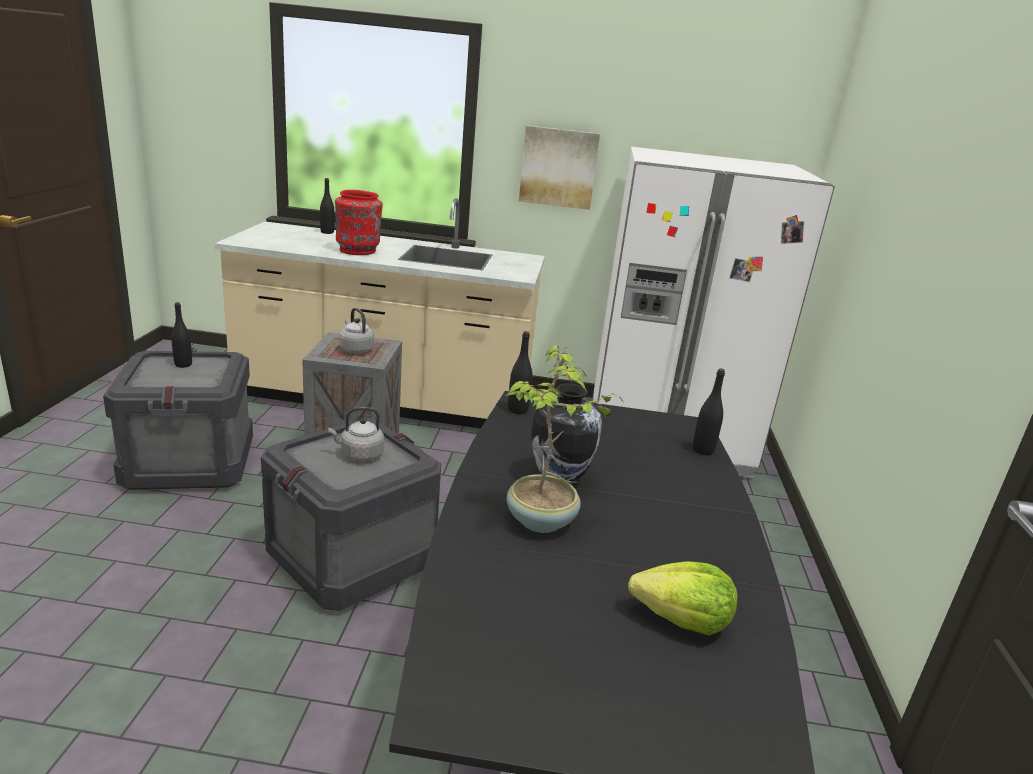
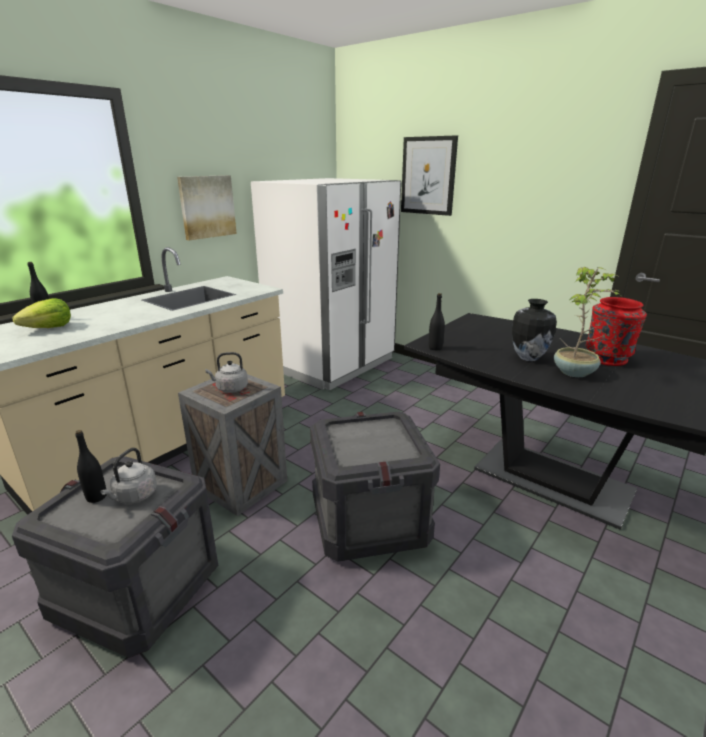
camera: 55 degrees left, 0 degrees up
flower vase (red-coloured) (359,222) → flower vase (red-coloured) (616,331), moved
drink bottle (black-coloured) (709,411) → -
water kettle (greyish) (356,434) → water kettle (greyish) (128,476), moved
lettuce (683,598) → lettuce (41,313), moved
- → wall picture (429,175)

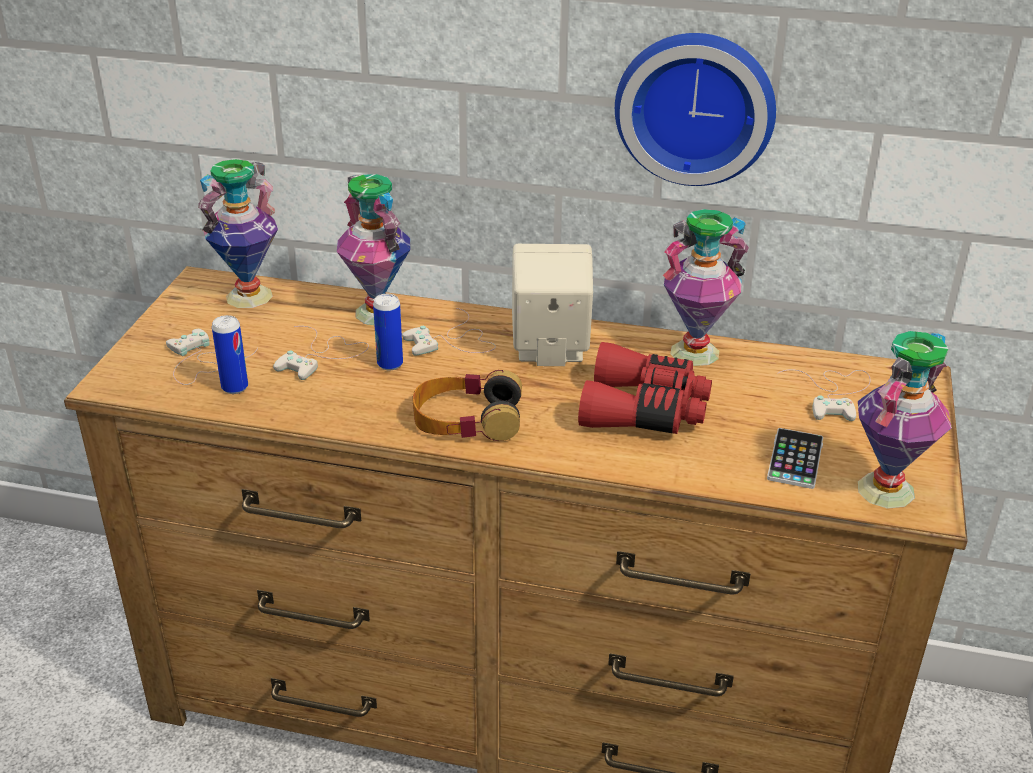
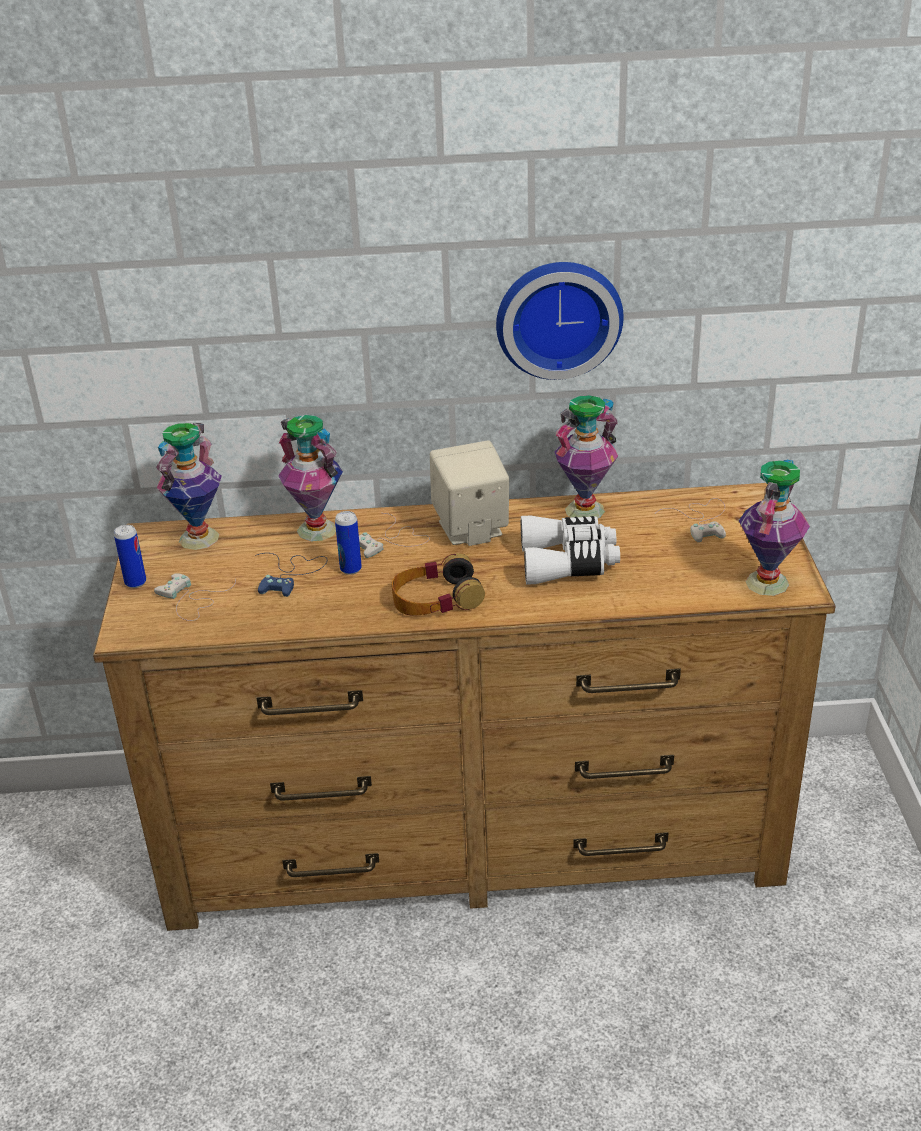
camera: 15 degrees left, 0 degrees up
sealed can (230,354) → sealed can (130,556), moved
joypad (white-coloured) (321,353) → joypad (blue-coloured) (291,575)
pair of binoculars (red-coloured) (645,388) → pair of binoculars (white-coloured) (570,550)
telephone (795,458) → -

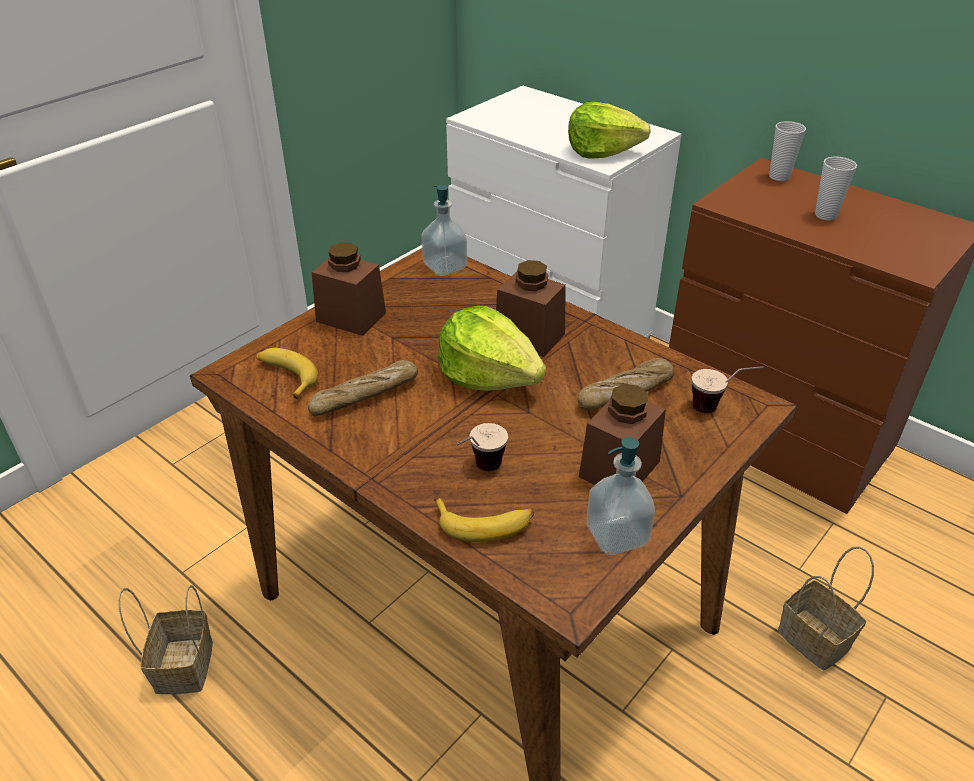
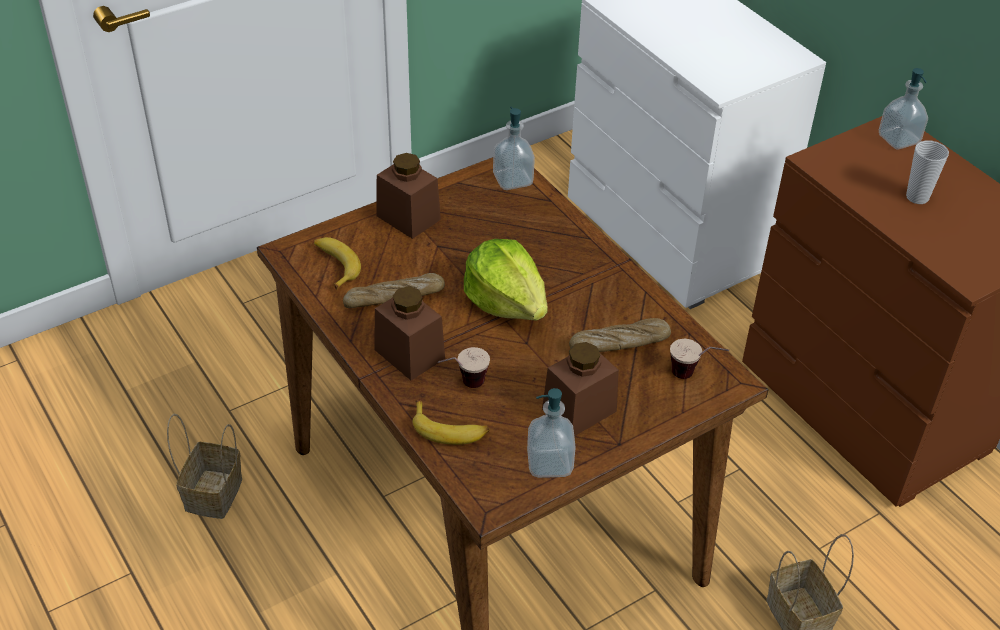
camera: 15 degrees right, 5 degrees up
lettuce (609,130) → -
drinking cup (787,151) → soap dispenser (903,109)
preserve jar (brown-coloured) (531,308) → preserve jar (brown-coloured) (410,333), moved

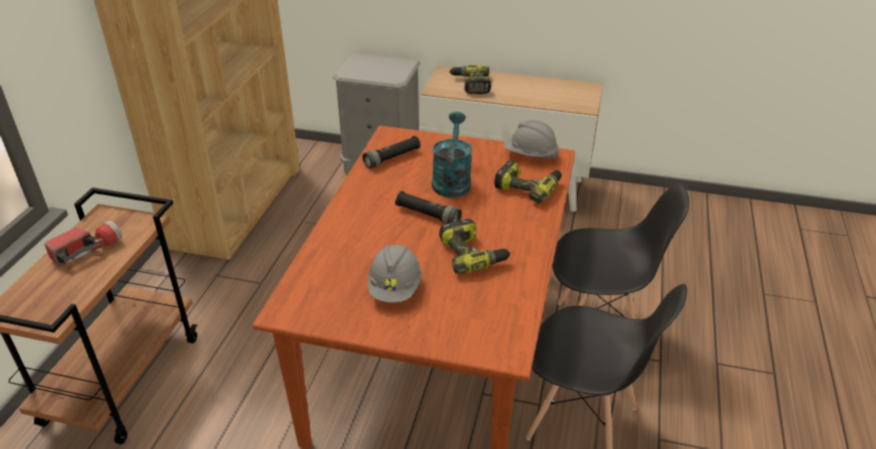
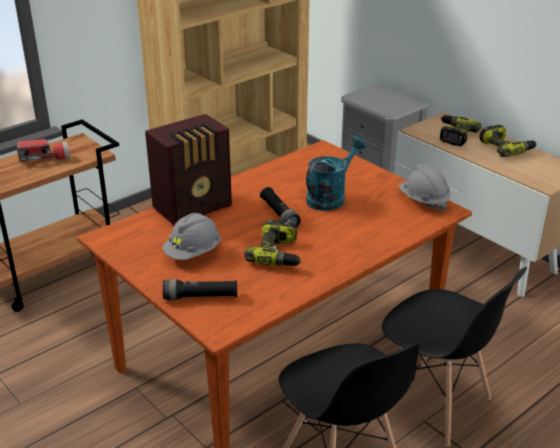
camera: 35 degrees right, 5 degrees down
flashlight (black-coloured) (391,152) → flashlight (black-coloured) (200,289), moved
electric drill (528,182) → electric drill (508,141), moved
- → radio receiver (188,170)

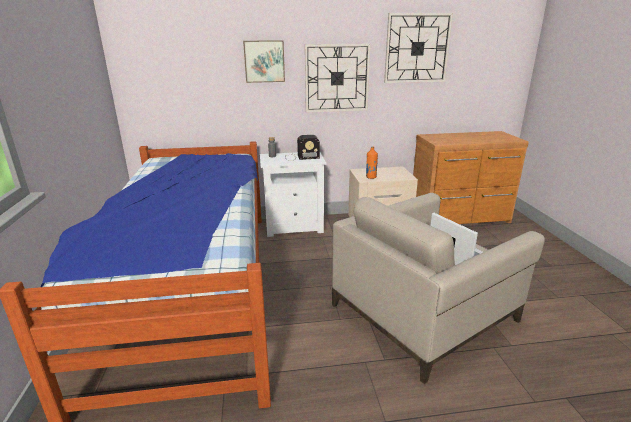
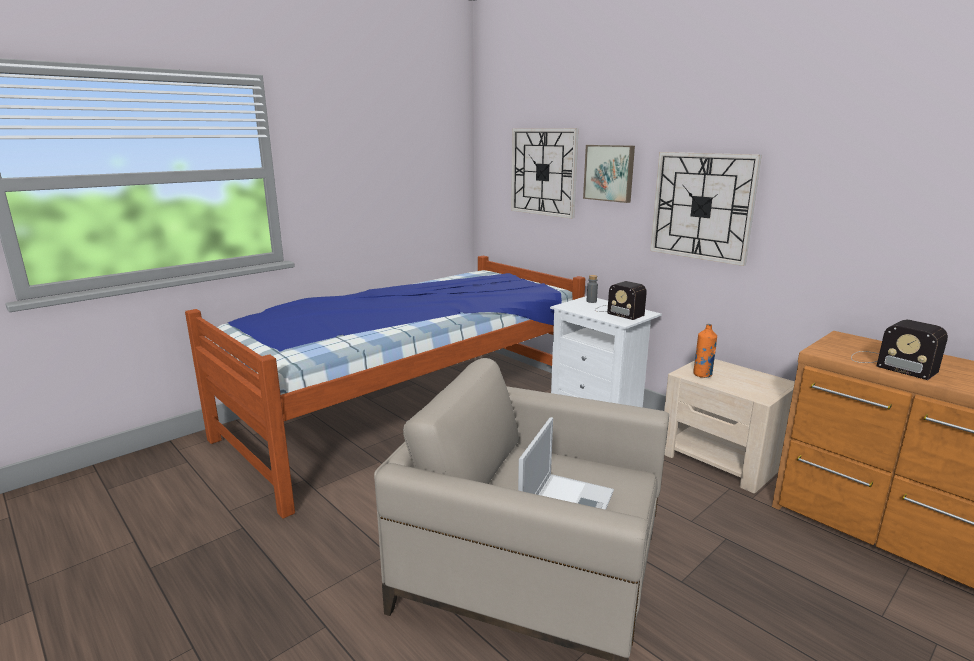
camera: 55 degrees right, 5 degrees down
hanging clock (418,48) → hanging clock (545,173), moved
- → radio receiver (899,350)

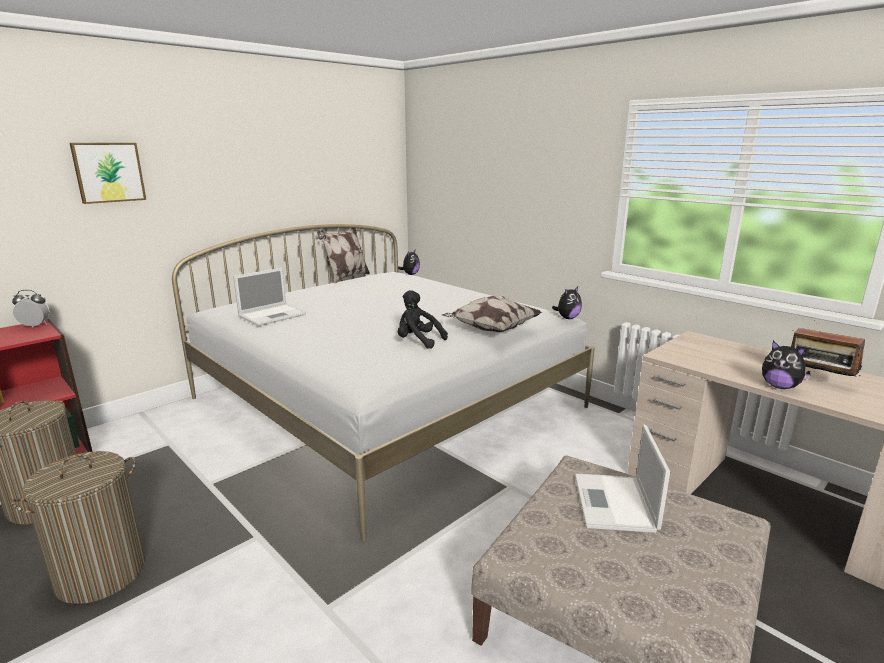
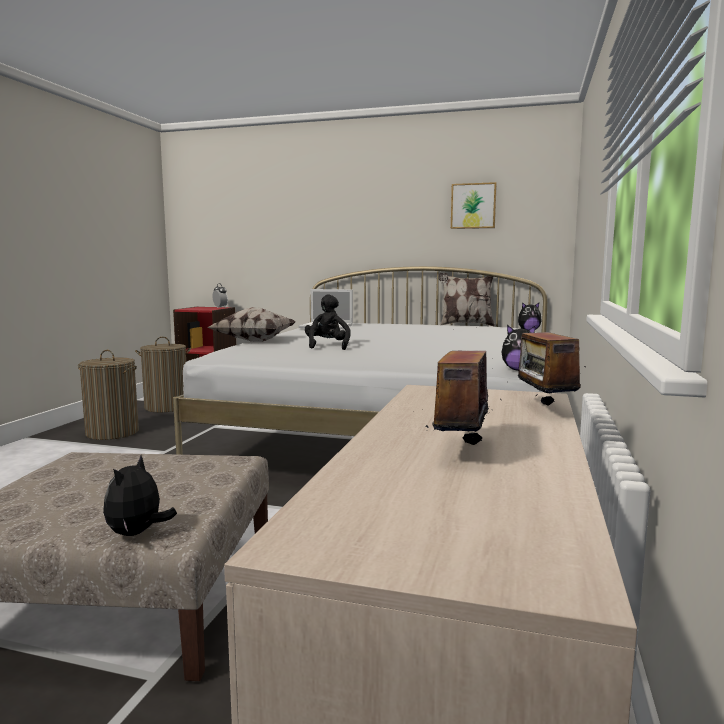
camera: 60 degrees right, 10 degrees down
wall picture (108,173) → wall picture (474,205), moved
throw pillow (492,314) → throw pillow (251,324), moved
plush toy (786,365) → plush toy (140,495), moved
laptop (622,478) → -
- → radio receiver (552,358)

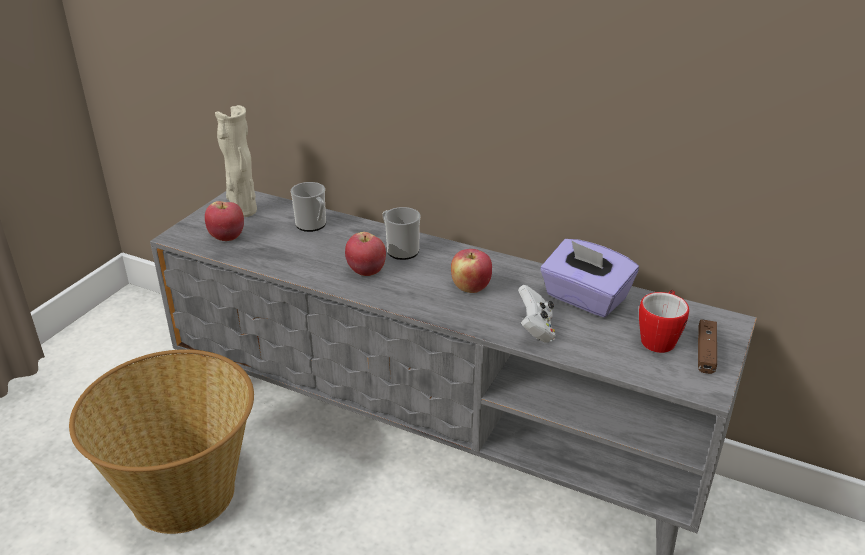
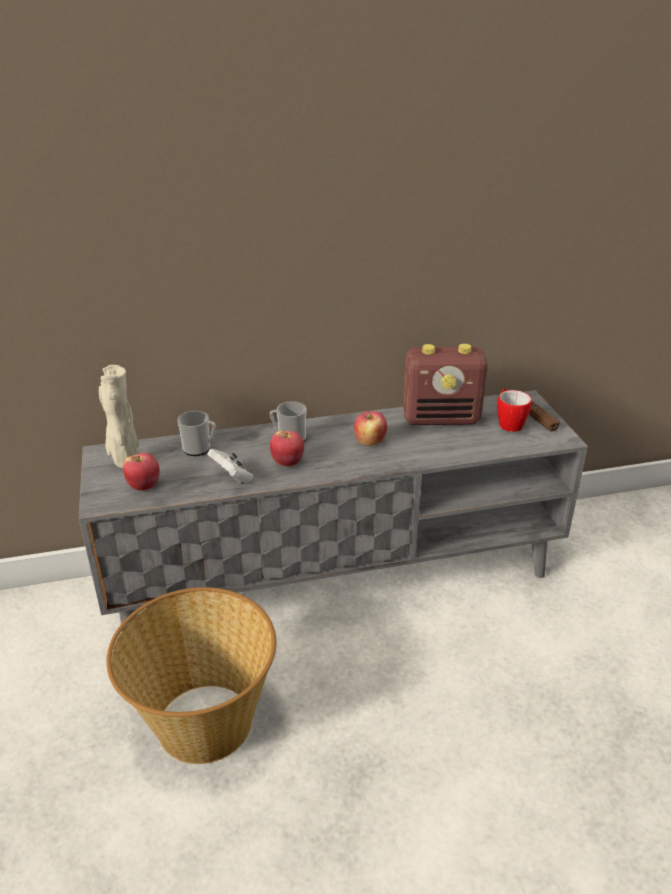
camera: 40 degrees left, 0 degrees up
tissue holder (purple-coloured) (589,278) → radio receiver (445,384)
joypad (white-coloured) (537,314) → joypad (white-coloured) (230,466), moved

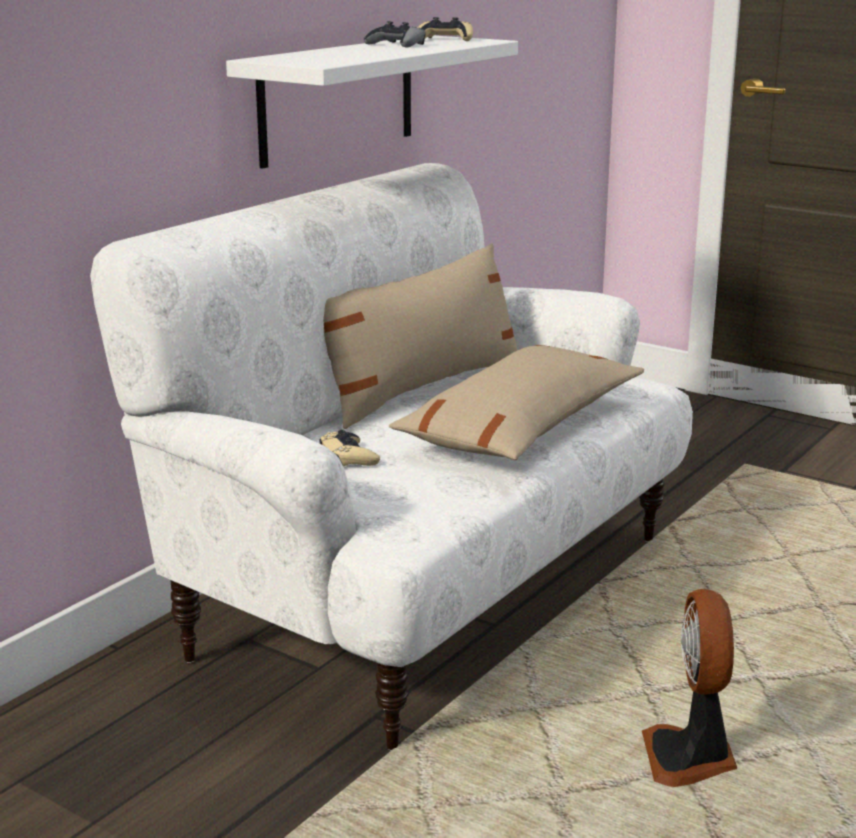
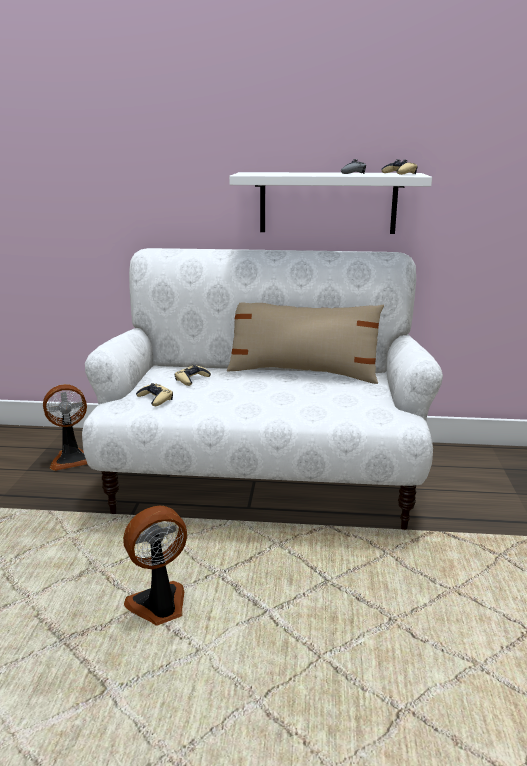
camera: 60 degrees right, 0 degrees up
throw pillow (beige) (516,402) → -
- → joypad (beige) (154,394)
- → electric fan (65,427)

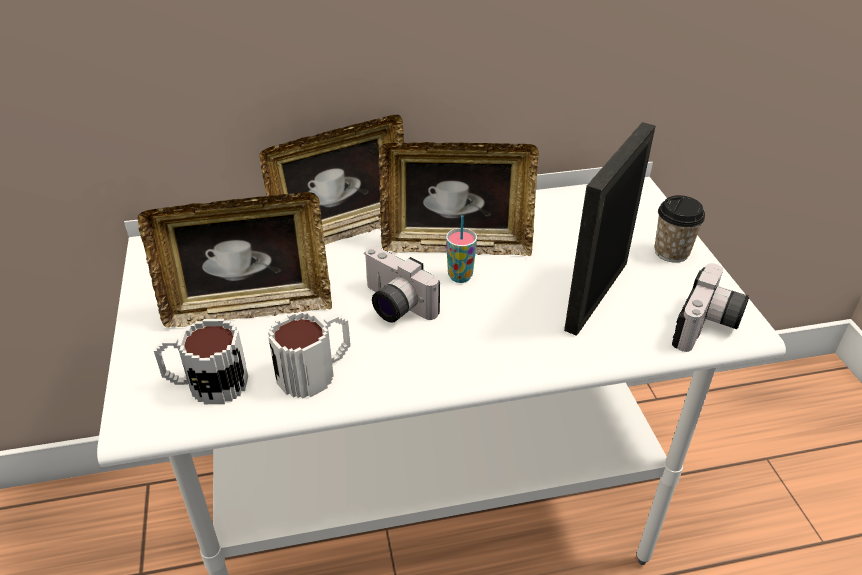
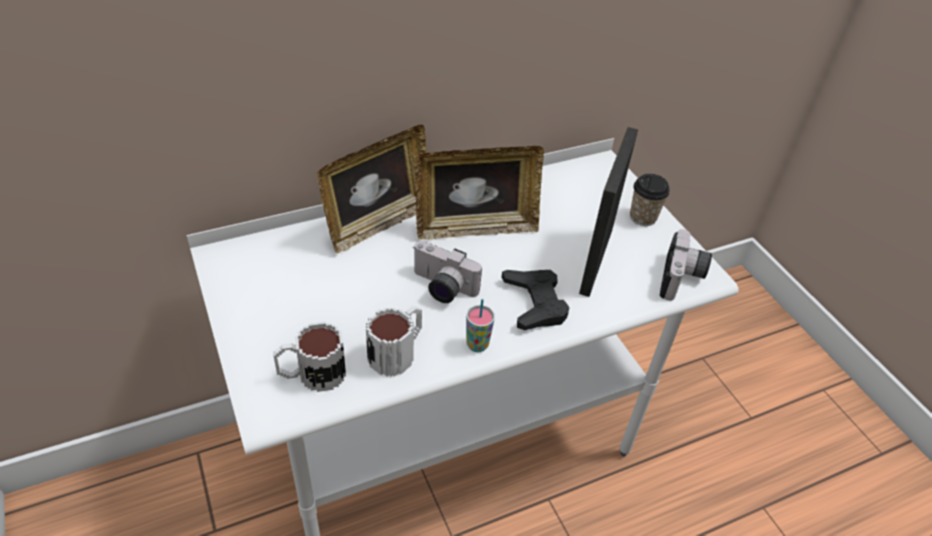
camera: 15 degrees left, 5 degrees up
standing frame (235,260) → -
drinking cup (461,249) → drinking cup (480,325), moved
- → joypad (black-coloured) (535,300)

